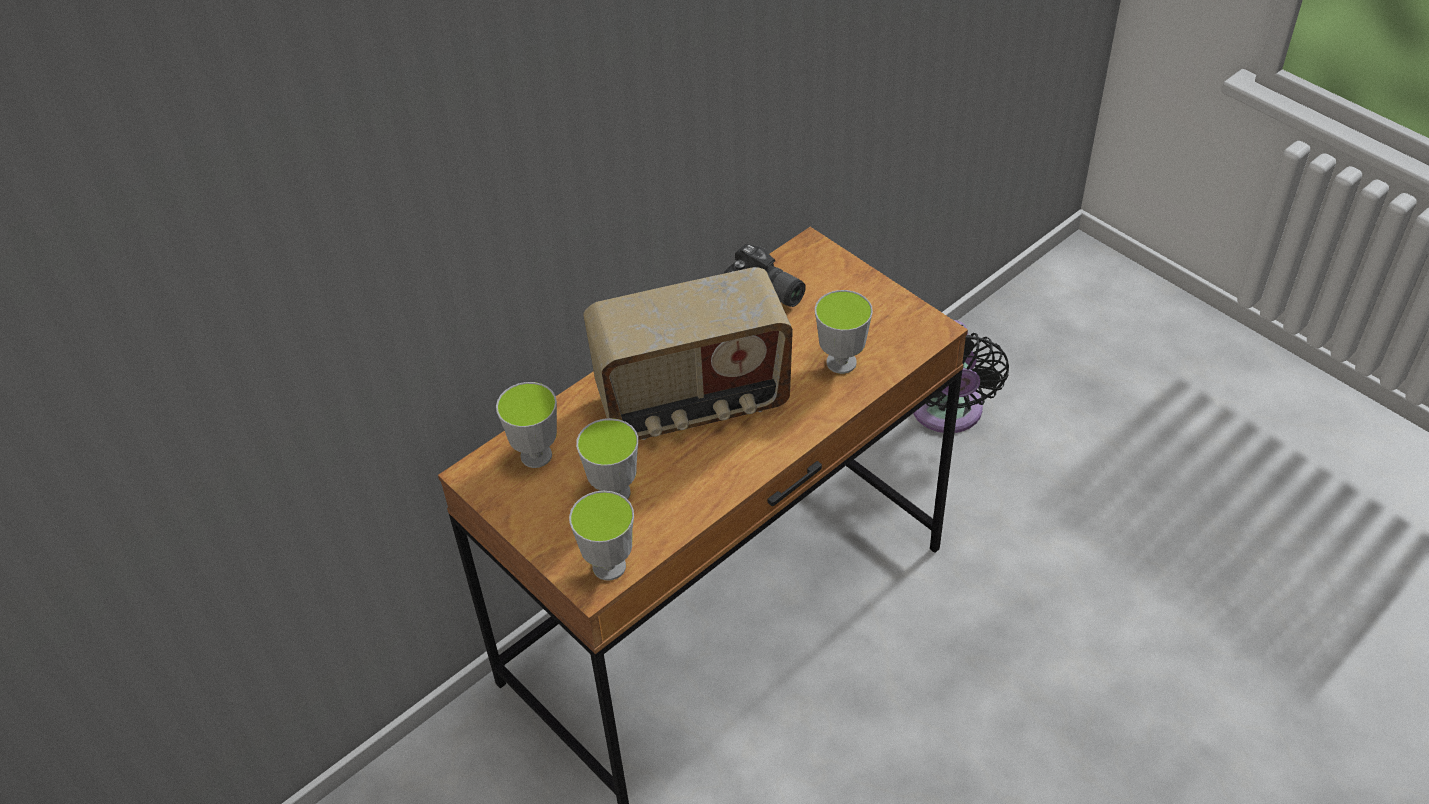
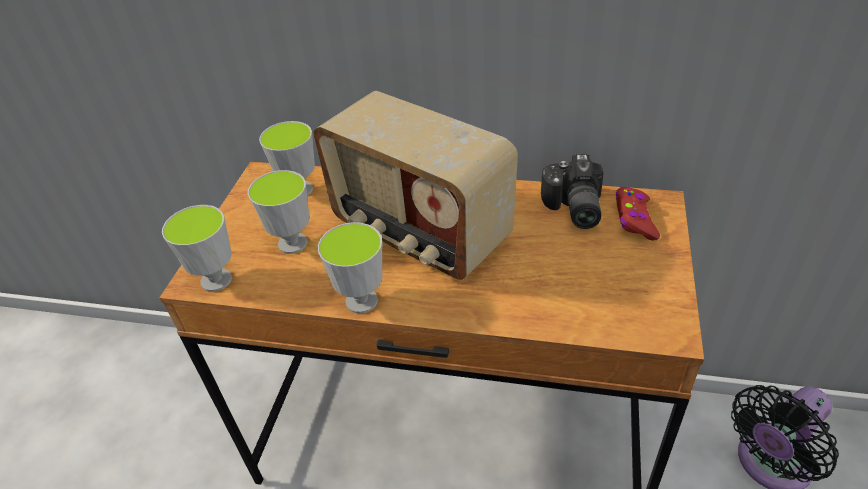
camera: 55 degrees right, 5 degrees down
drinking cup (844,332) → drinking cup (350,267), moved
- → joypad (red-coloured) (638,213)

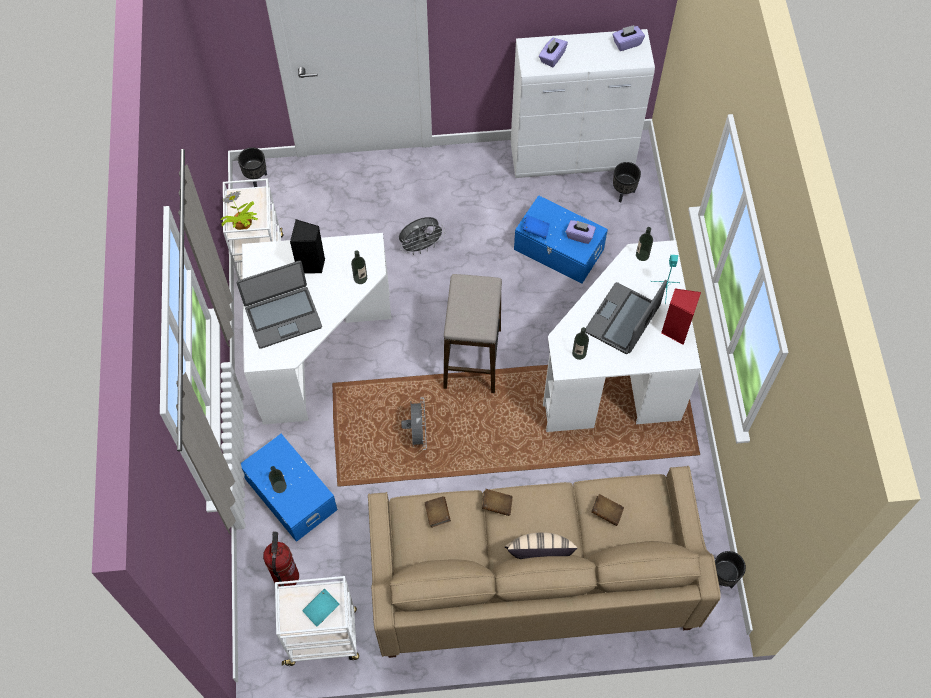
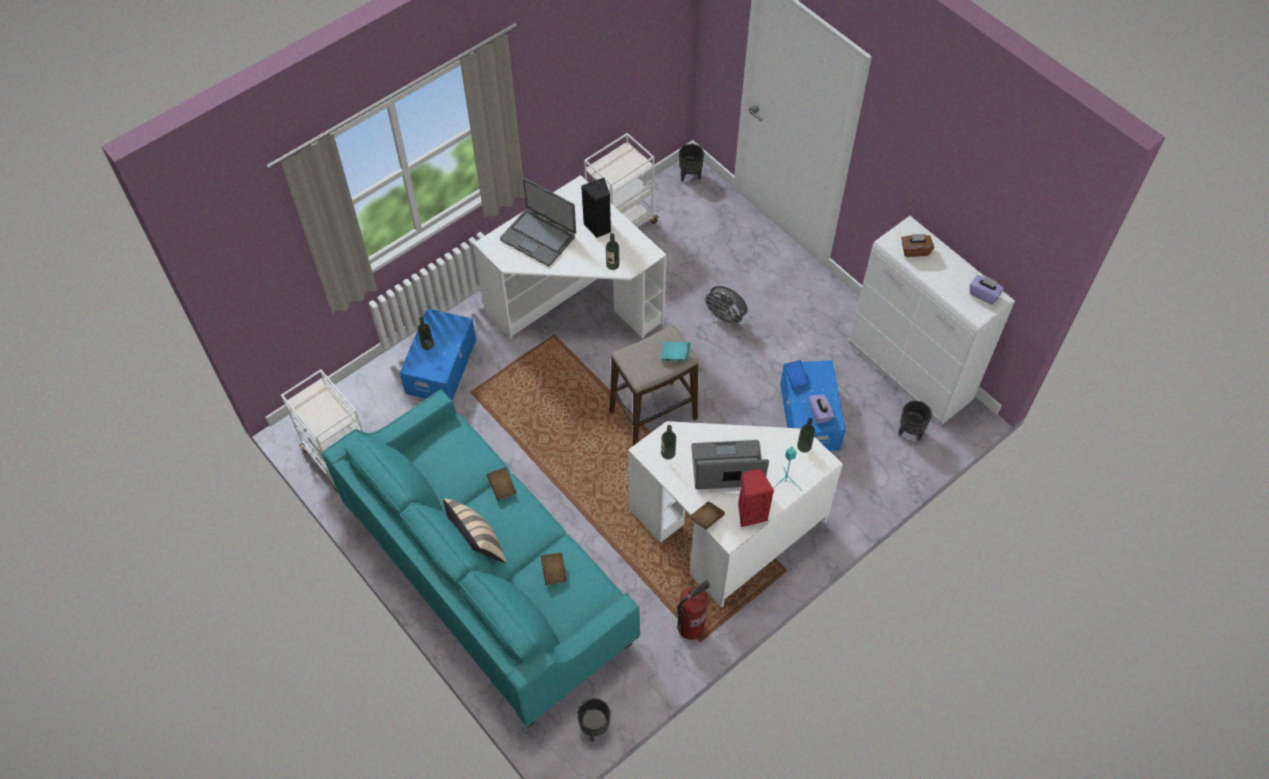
camera: 55 degrees right, 5 degrees down
tissue holder (purple-coloured) (553,53) → tissue holder (brown-coloured) (917,245)
potted plant (239,210) → -
electric fan (greyish) (414,423) → -
couch (beige) (544,562) → couch (turquoise) (481,558)
bound book (brown-coloured) (437,512) → bound book (brown-coloured) (707,515), moved
fire-fighting cylinder (281,559) → fire-fighting cylinder (693,610), moved
bound book (turquoise) (320,607) → bound book (turquoise) (675,351), moved

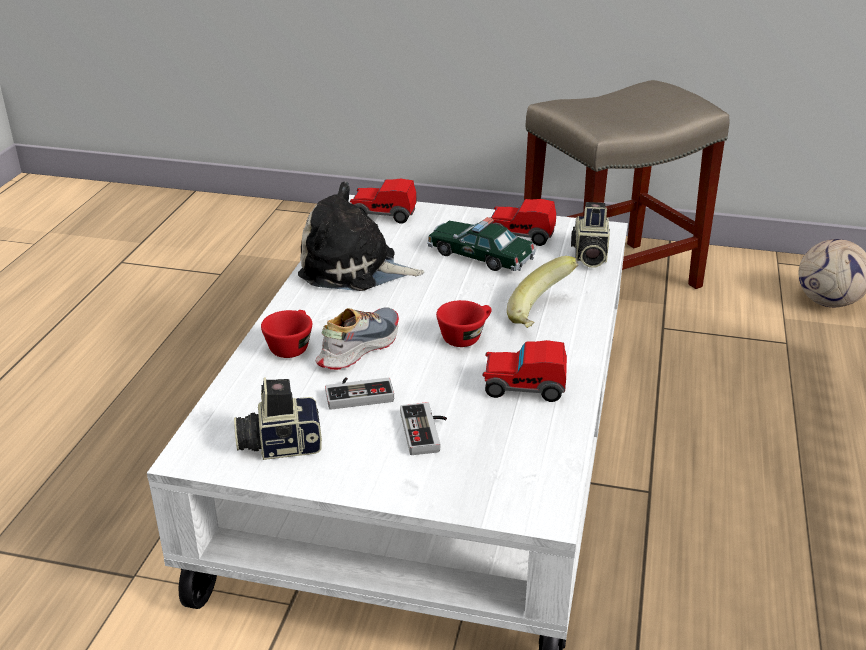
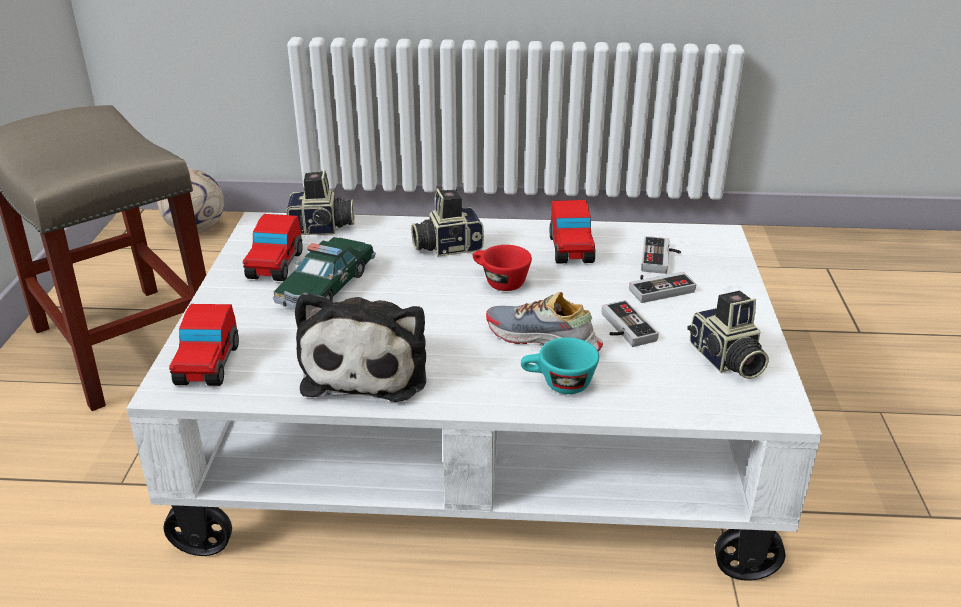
camera: 100 degrees left, 0 degrees up
whole banana (542,292) → photo camera (447,223)
drinking cup (red-coloured) (286,334) → drinking cup (turquoise) (560,365)
- → joypad (661,255)

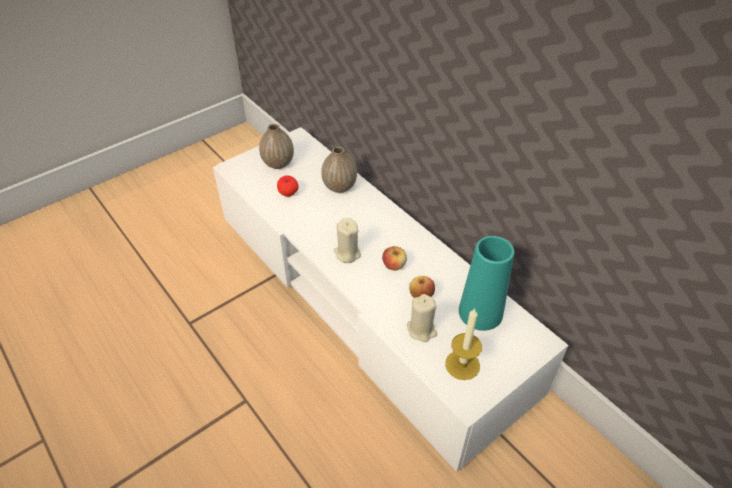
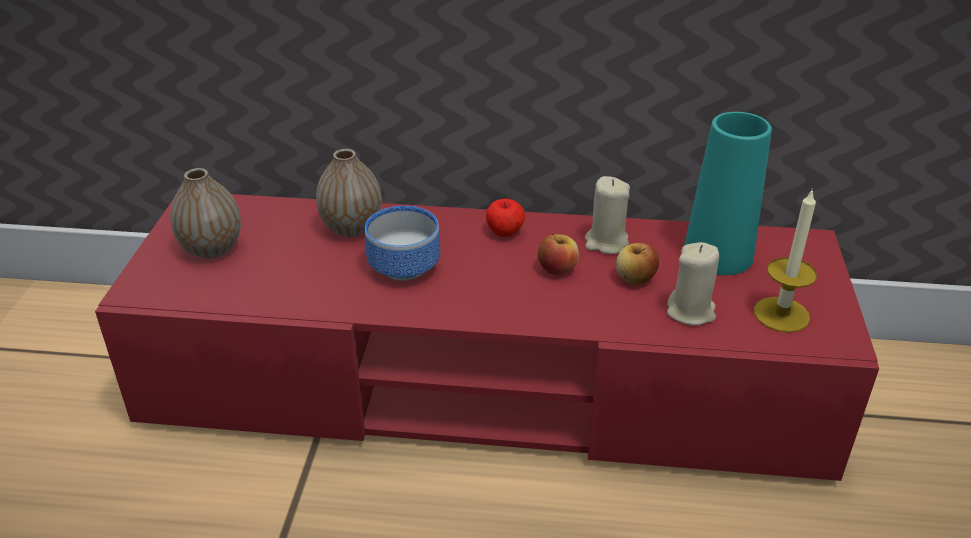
camera: 45 degrees left, 10 degrees down
tv stand (white-coloured) (390,299) → tv stand (red-coloured) (487,337)
apple fruit (287,186) → apple fruit (505,218), moved
candle (beige) (347,240) → candle (beige) (607,215), moved
- → bowl (402,243)

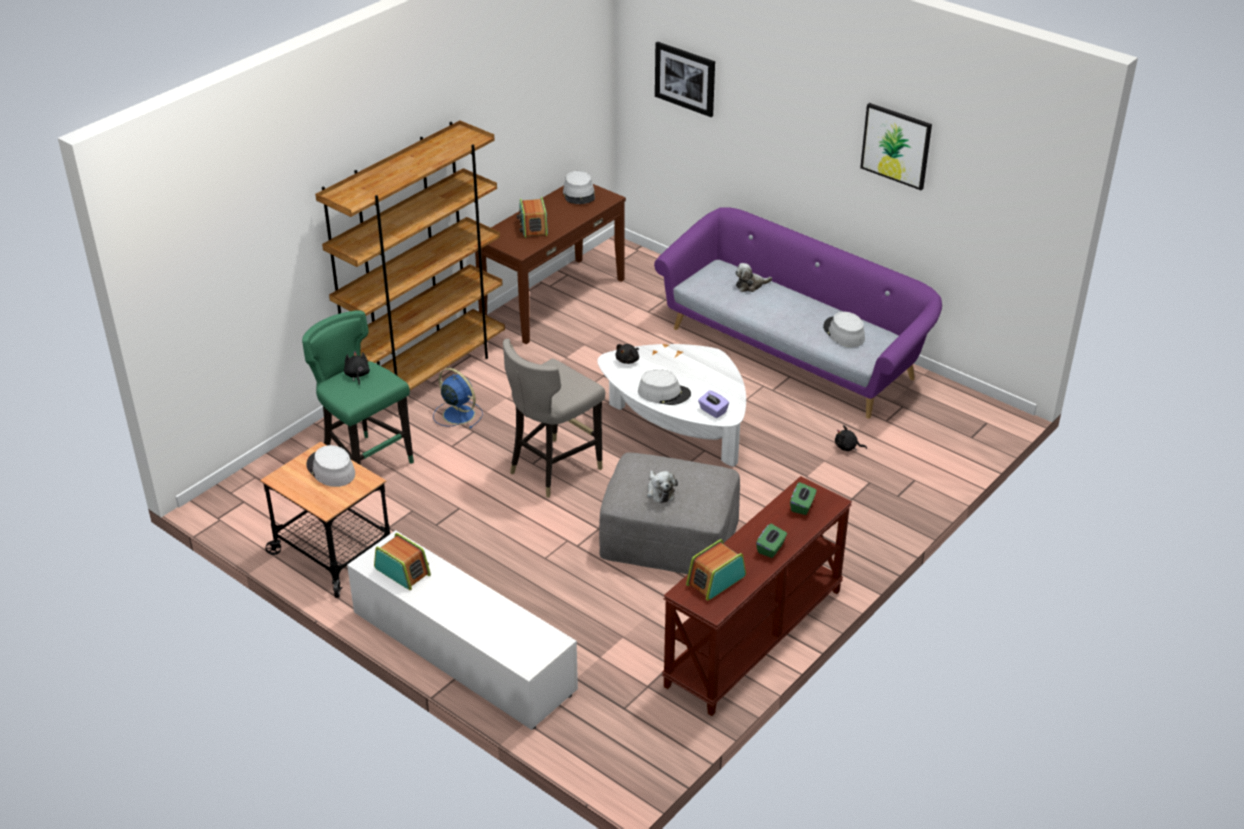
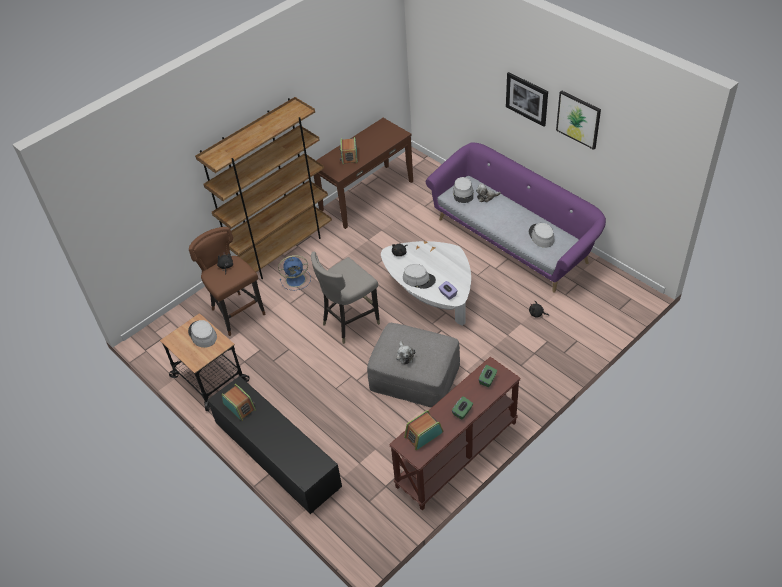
camera: 10 degrees right, 10 degrees up
wall picture (685,79) → wall picture (527,99), moved
clothing hat (greyish) (579,187) → clothing hat (greyish) (463,190), moved
stool seat (green-coloured) (358,388) → stool seat (brown-coloured) (227,281)
electric fan (blue-coloured) (458,398) → electric fan (blue-coloured) (294,272), 120 degrees clockwise
tv stand (white-coloured) (462,630) → tv stand (black-coloured) (275,445)

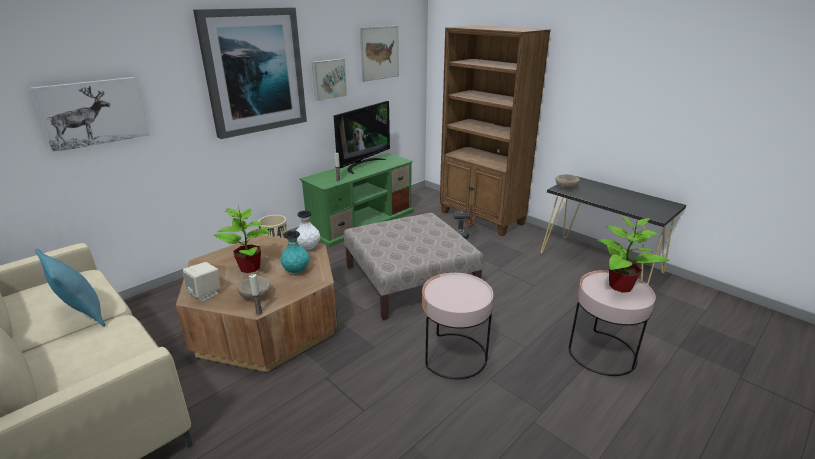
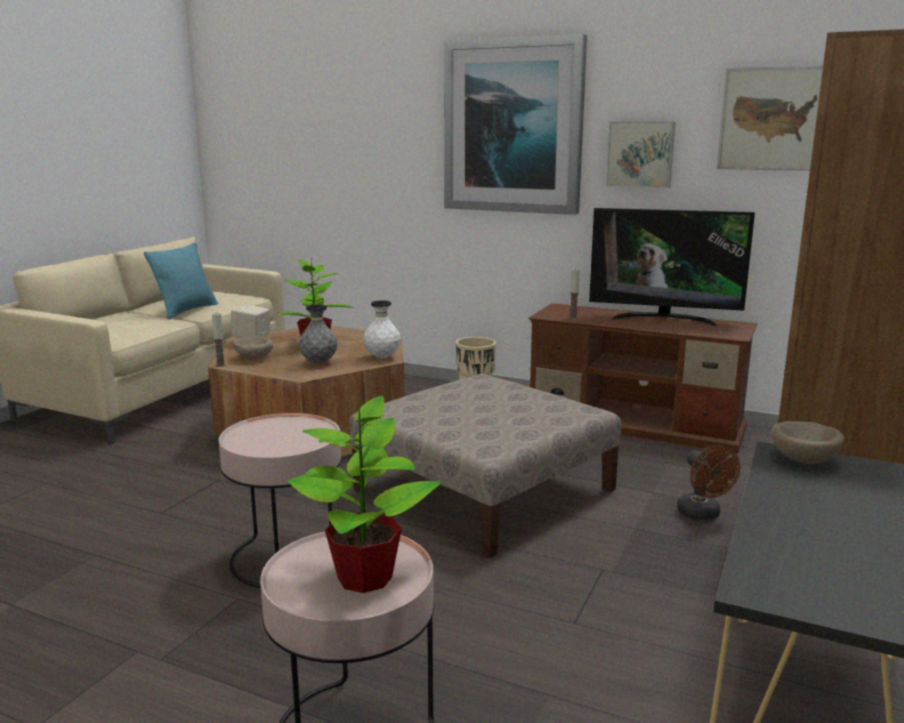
camera: 70 degrees right, 10 degrees down
wall picture (90,114) → -
tv stand (green-coloured) (357,200) → tv stand (brown-coloured) (642,378)
flower vase (turquoise) (294,252) → flower vase (greyish) (318,334)

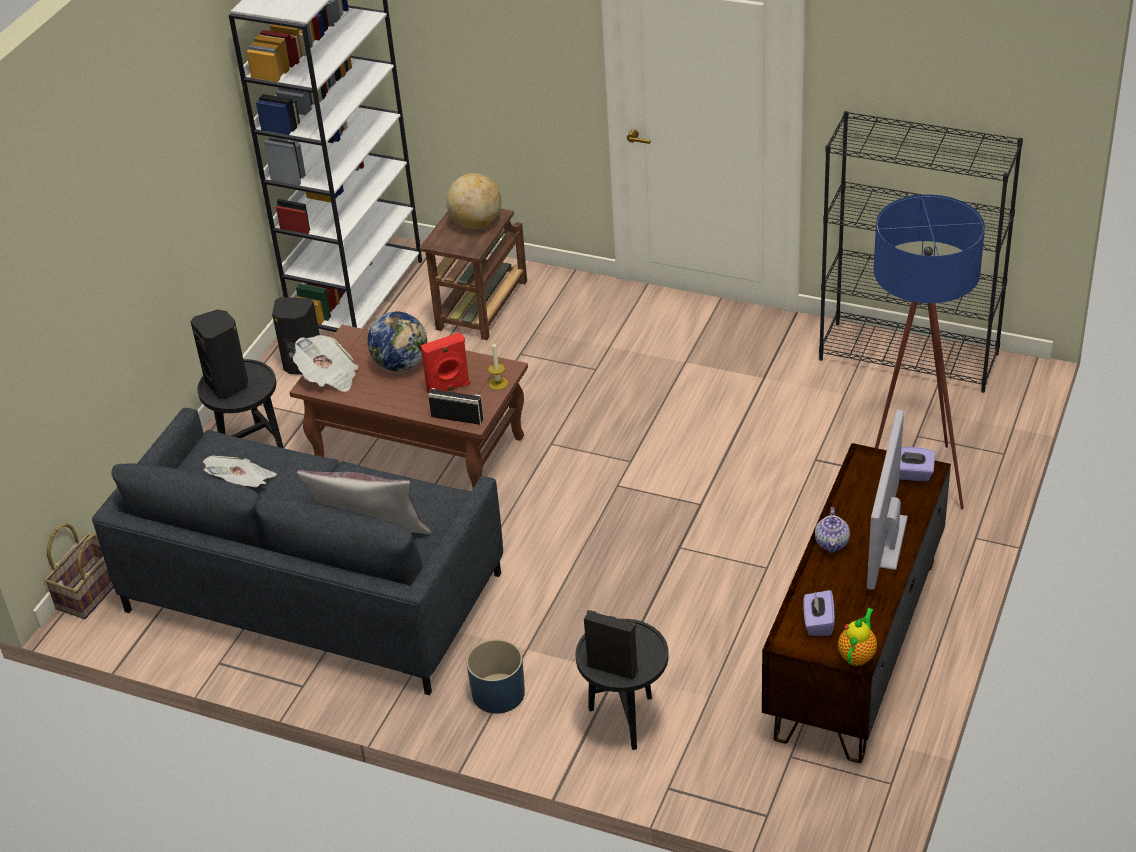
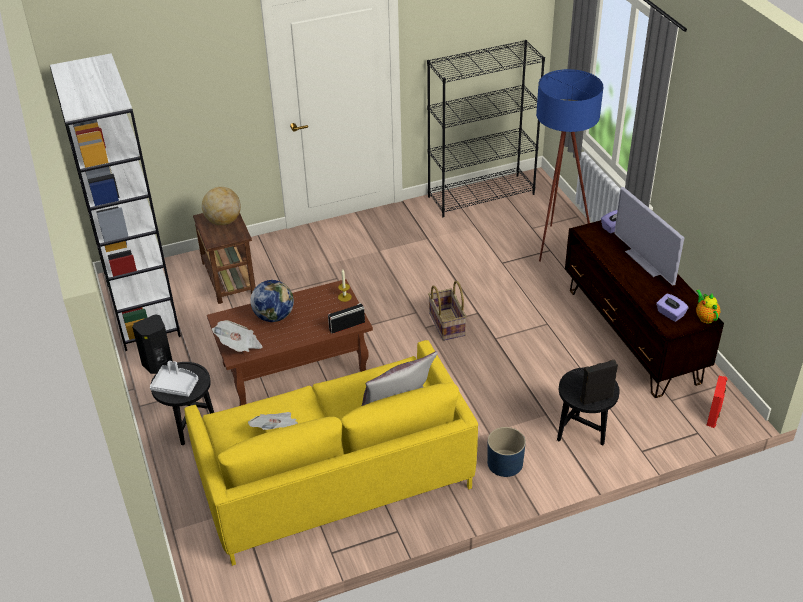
camera: 45 degrees left, 0 degrees up
speaker (black-coloured) (219,354) → tray (white-coloured) (174,379)
speaker (red-coloured) (445,362) → speaker (red-coloured) (716,402), moved
couch (greyish) (297,551) → couch (yellow-coloured) (331,453)
tea pot (832,530) → -
storage basket (79,571) → storage basket (447,311), moved

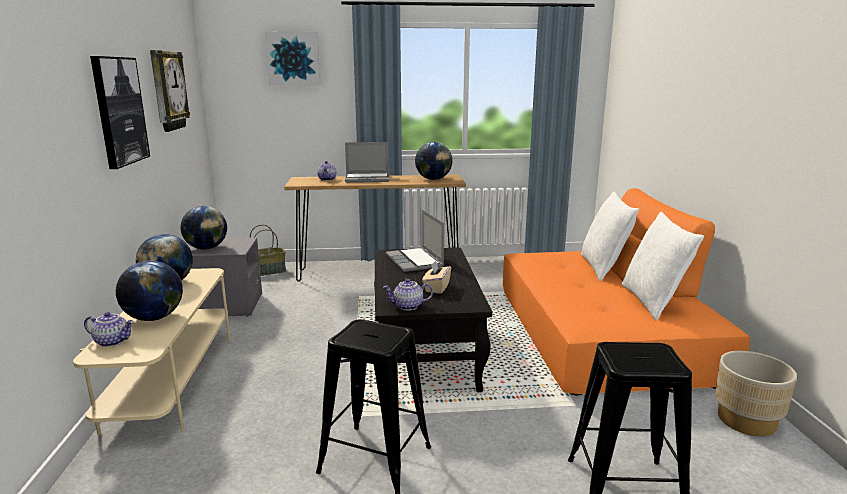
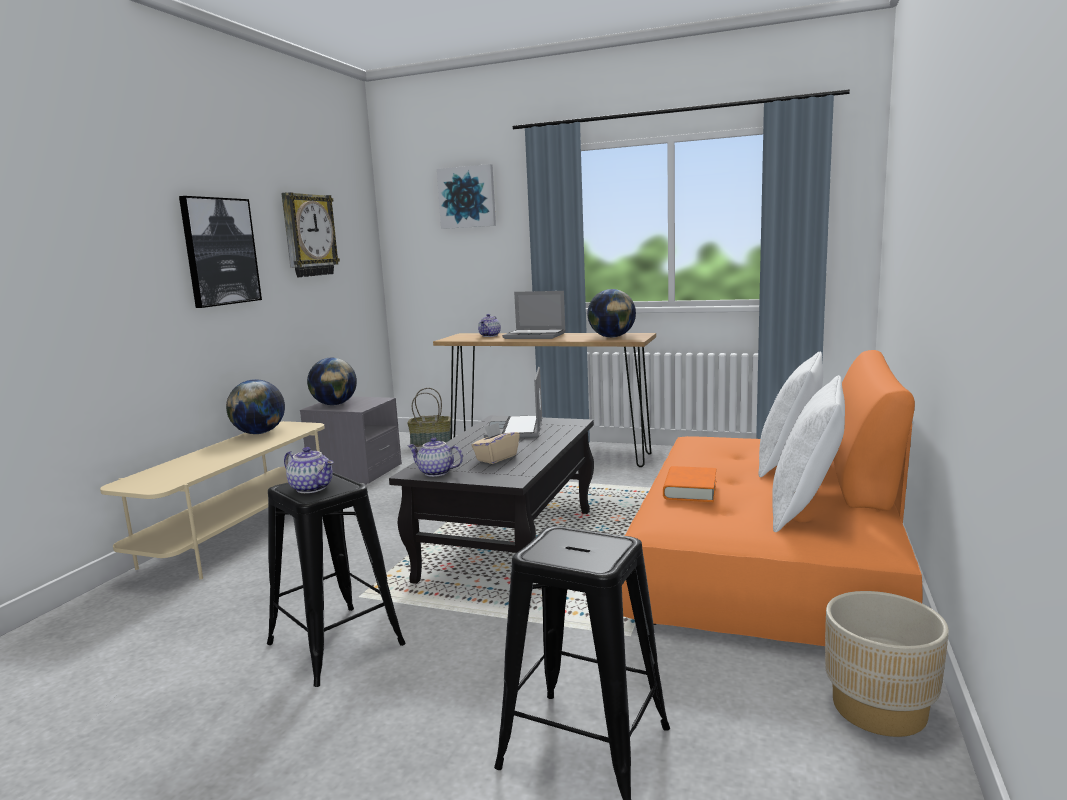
camera: 25 degrees right, 5 degrees down
globe (149,291) → -
tea pot (109,329) → tea pot (309,470), moved
- → bound book (orange-coloured) (689,484)

